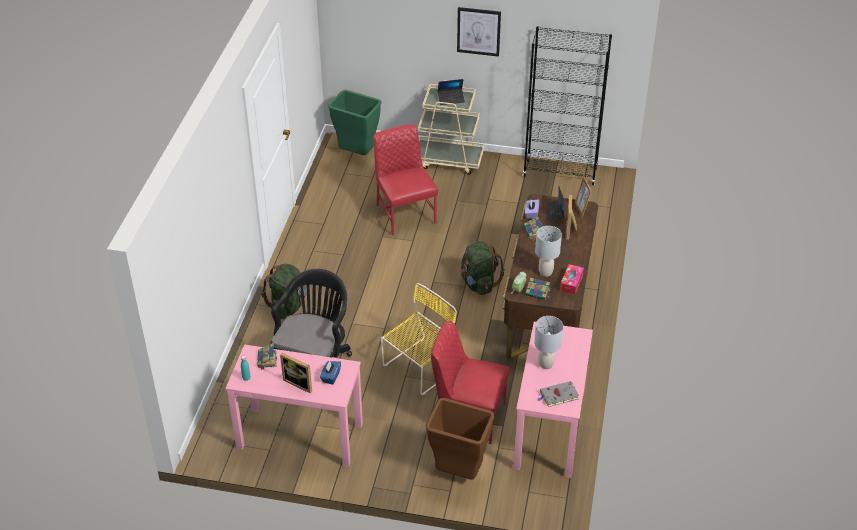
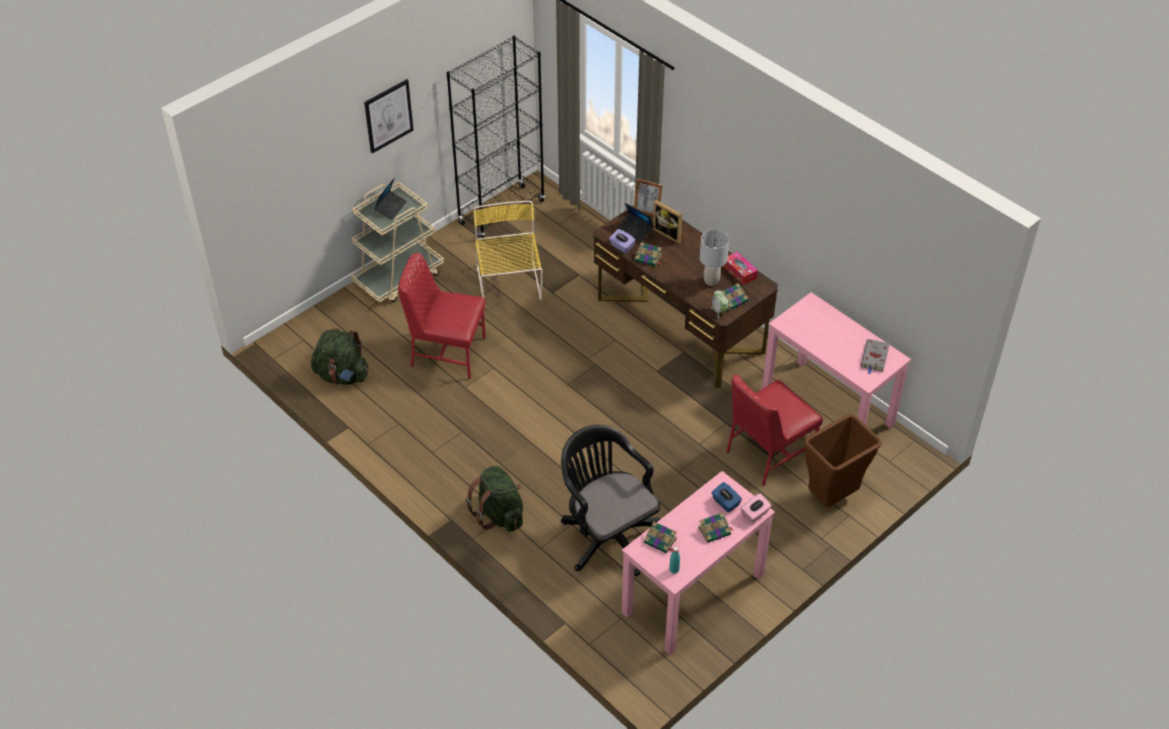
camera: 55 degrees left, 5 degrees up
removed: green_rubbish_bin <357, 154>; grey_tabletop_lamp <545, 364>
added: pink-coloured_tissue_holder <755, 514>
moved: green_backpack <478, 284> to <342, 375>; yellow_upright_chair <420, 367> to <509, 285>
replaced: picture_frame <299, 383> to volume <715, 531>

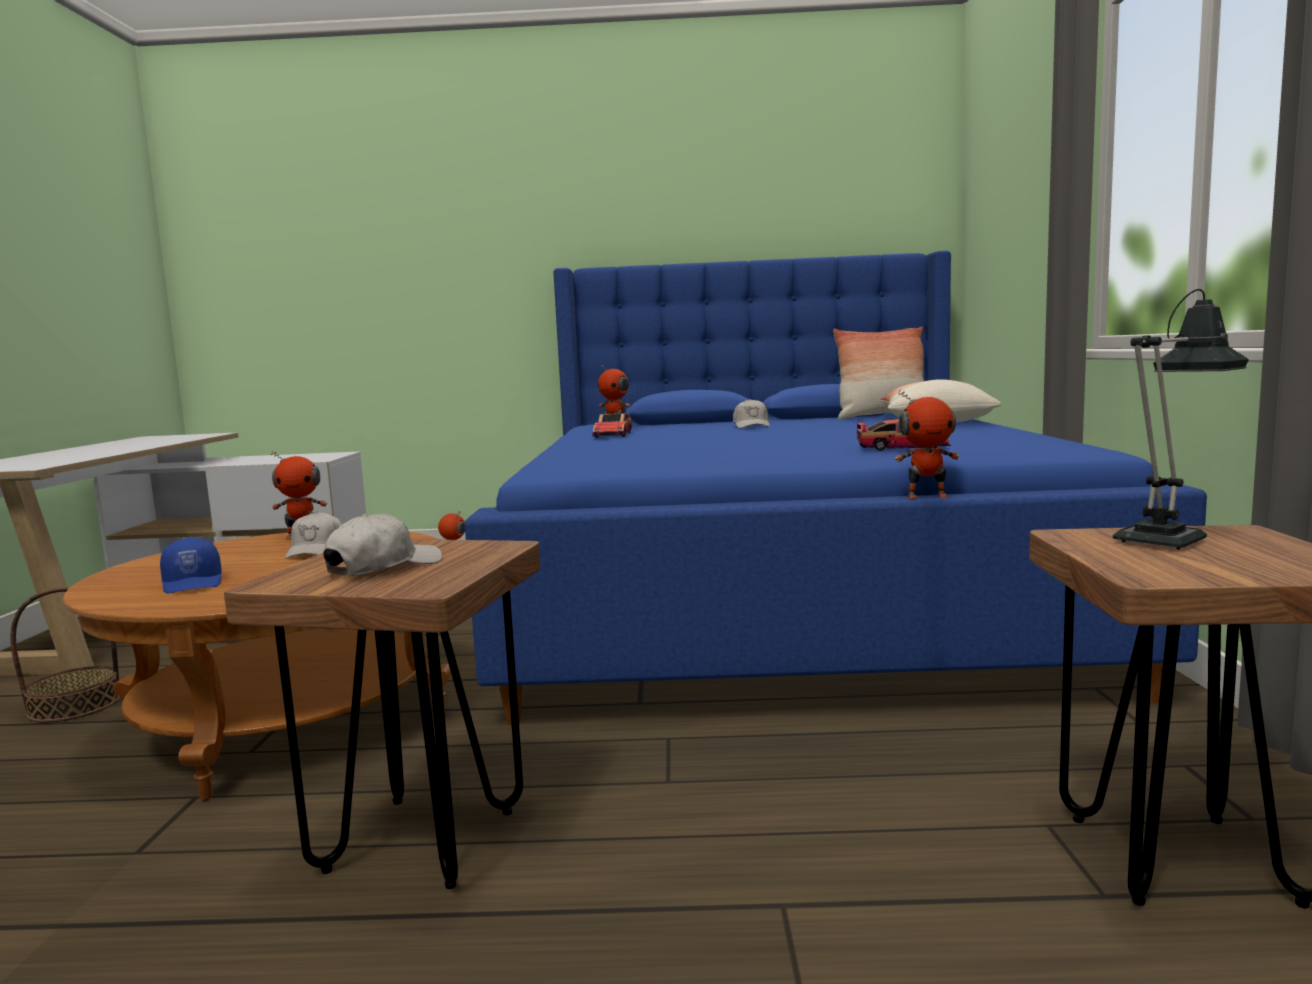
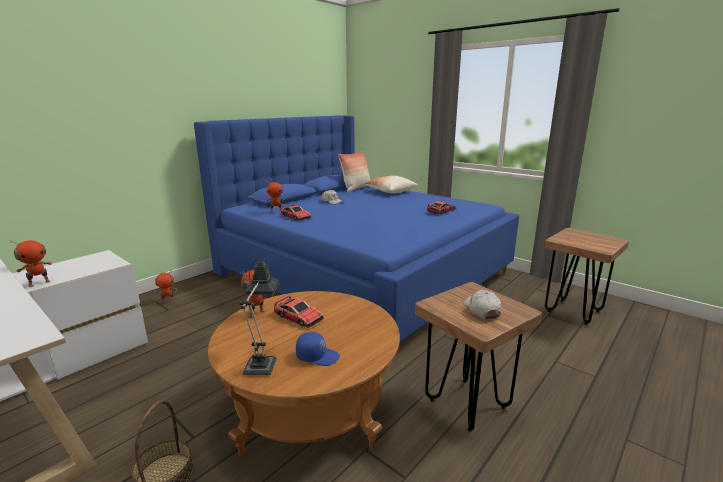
camera: 50 degrees left, 10 degrees up
moved: tabletop_lamp <1167, 538> to <262, 362>; robot_figure <926, 496> to <39, 283>
replaced: white_peaked_cap <316, 550> to toy_car <299, 317>

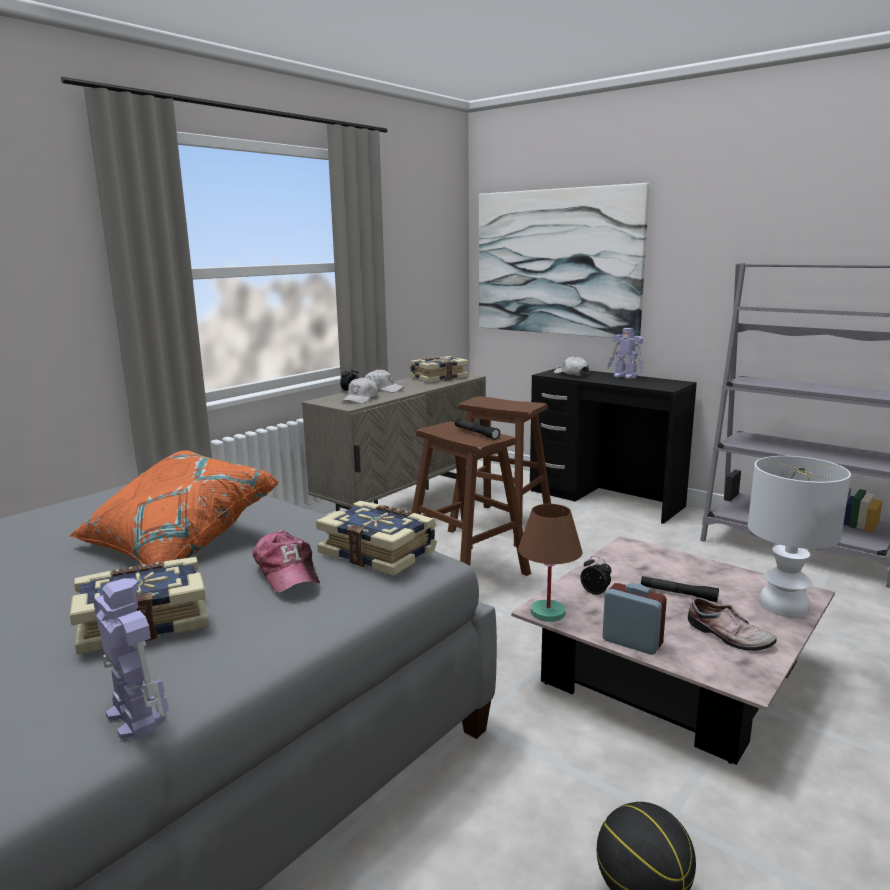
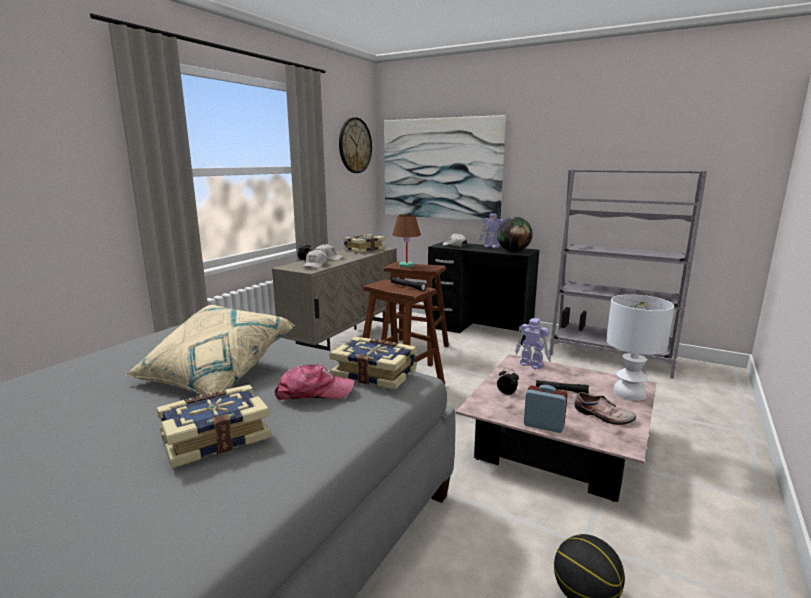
camera: 10 degrees left, 0 degrees up
added: clock_on_the_wall <355, 145>; globe <513, 251>
moved: brownish_tabletop_lamp <547, 613> to <406, 265>; robot_figure <136, 716> to <531, 364>
recoloured: orangey_cushion <176, 543> to sand-coloured_cushion <213, 376>
turned: peaked_cap <287, 572> = <314, 392> 60 degrees counterclockwise

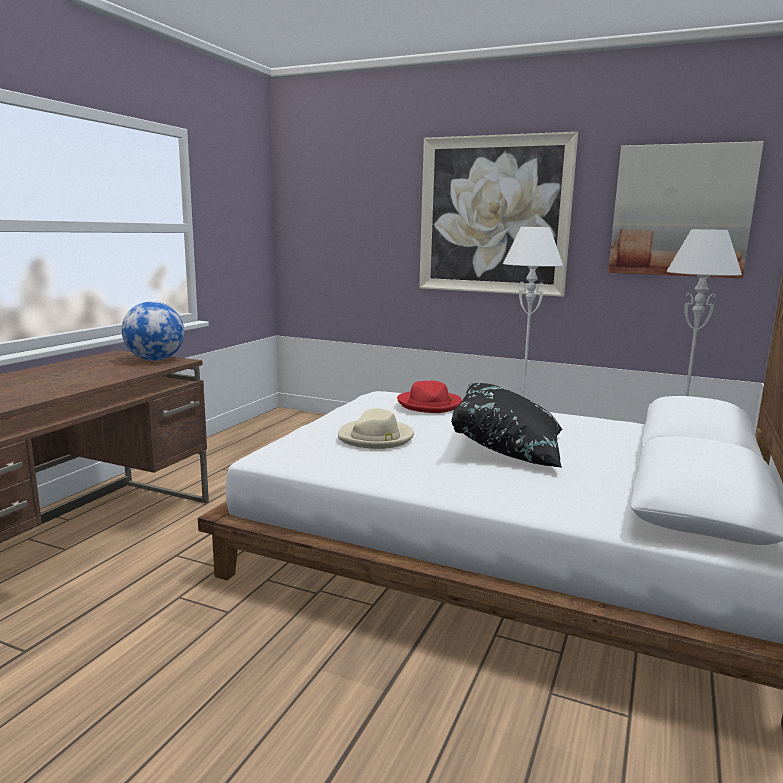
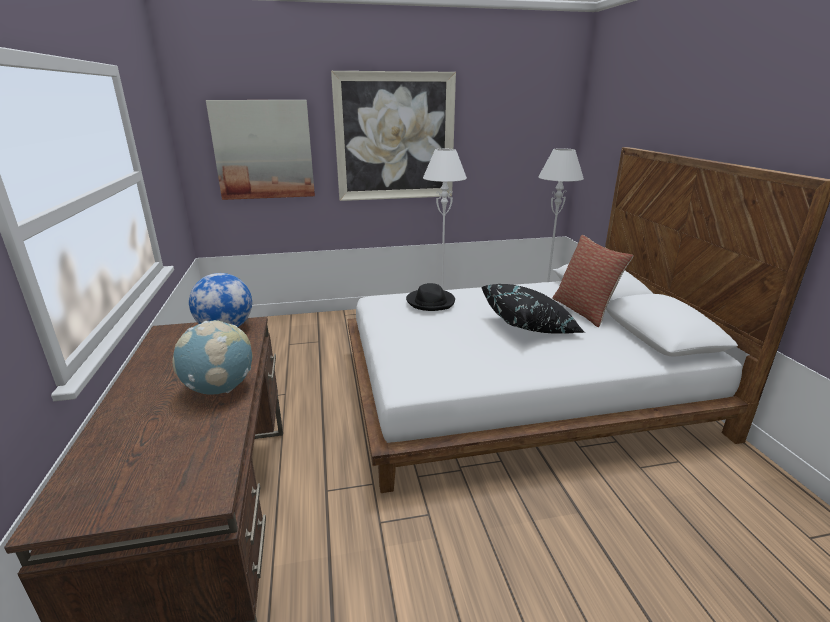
camera: 35 degrees left, 10 degrees up
removed: sand-coloured_wearable_hat <376, 437>
added: cushion <584, 310>; globe <220, 388>
moved: wall_art <681, 211> to <263, 150>
recoloured: reddish_wearable_hat <429, 404> to black_wearable_hat <430, 302>

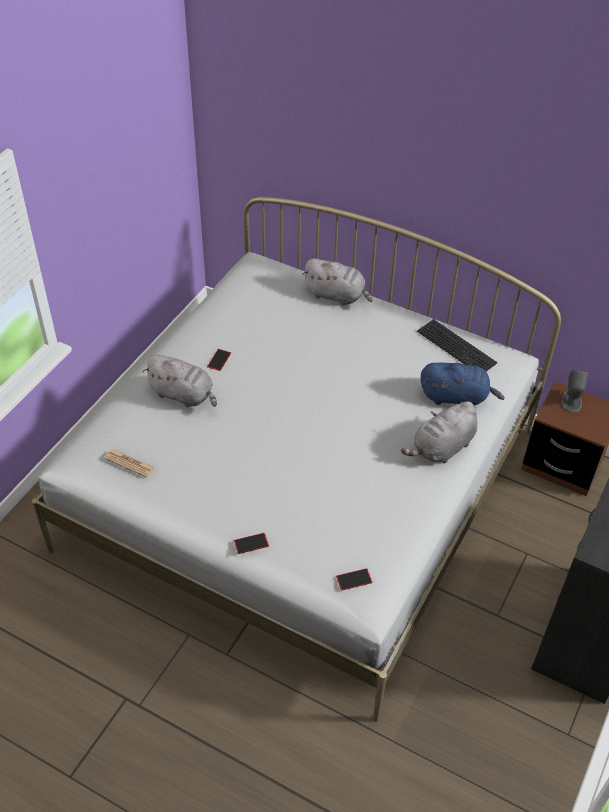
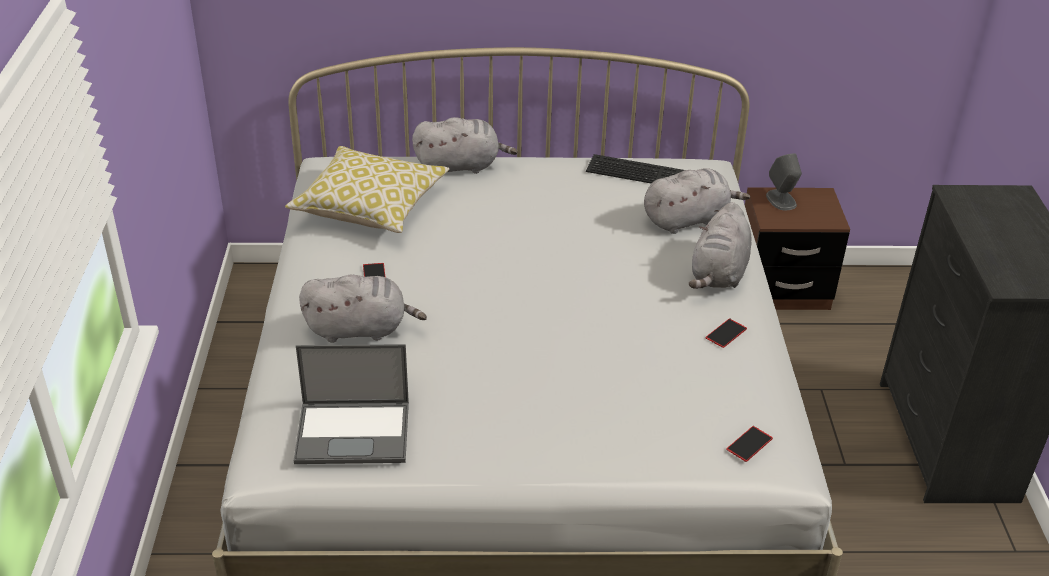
camera: 30 degrees left, 10 degrees down
added: cushion <370, 206>
moved: telephone <251, 543> to <726, 333>
replaced: newspaper <129, 463> to notebook_computer <354, 432>
recoloured: blue-coloured_soft_toy <456, 397> to grey_soft_toy <688, 219>

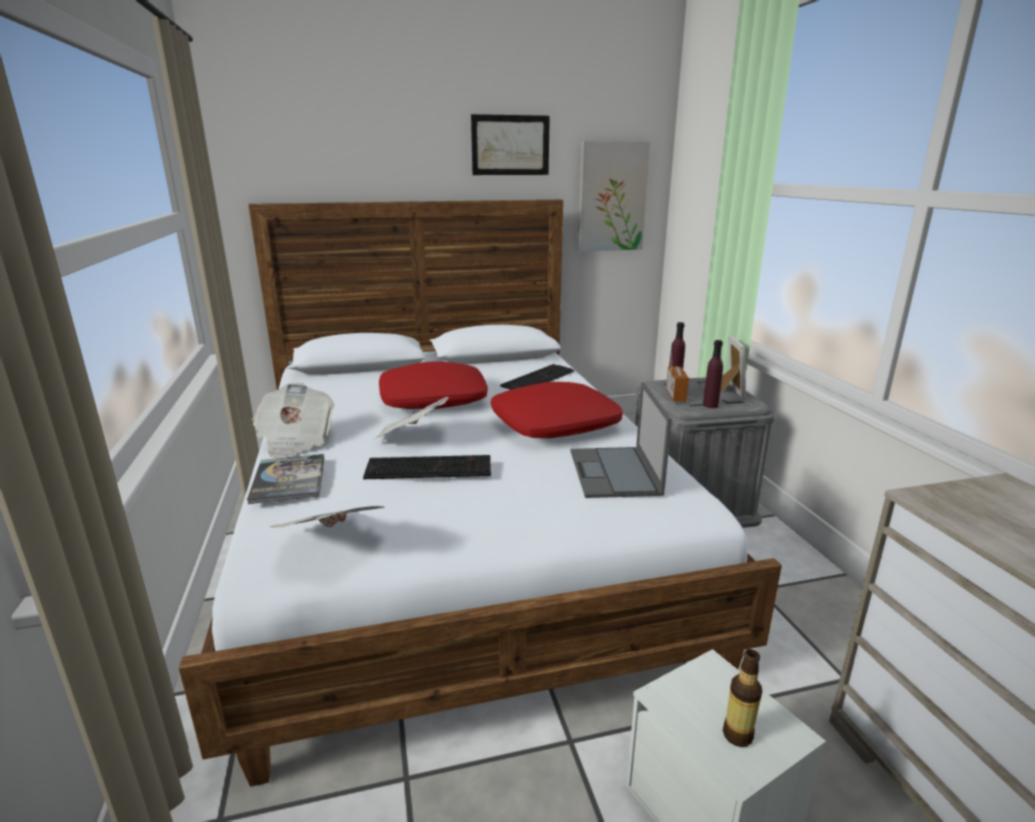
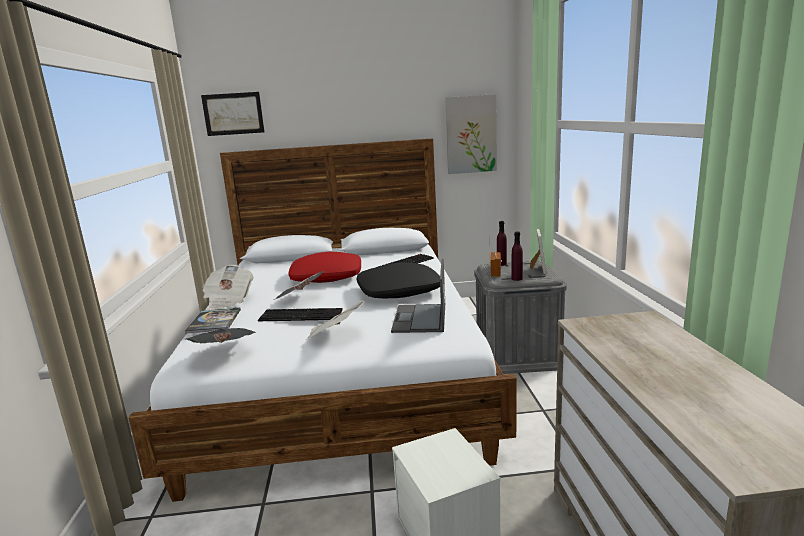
camera: 10 degrees right, 5 degrees down
removed: drink_bottle <737, 735>
added: newspaper <335, 335>
moved: wall_art <510, 145> to <233, 114>
recoloured: reddish_cushion <554, 424> to black_cushion <399, 291>

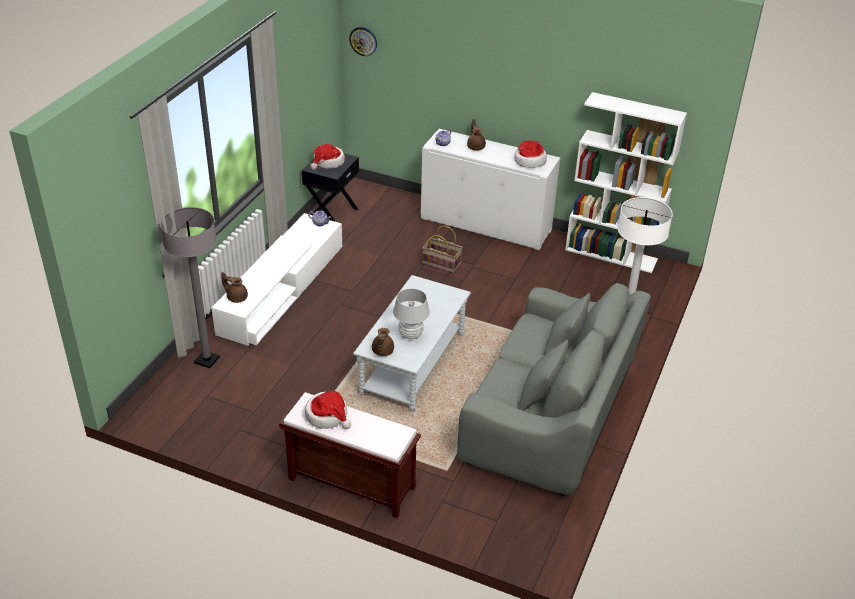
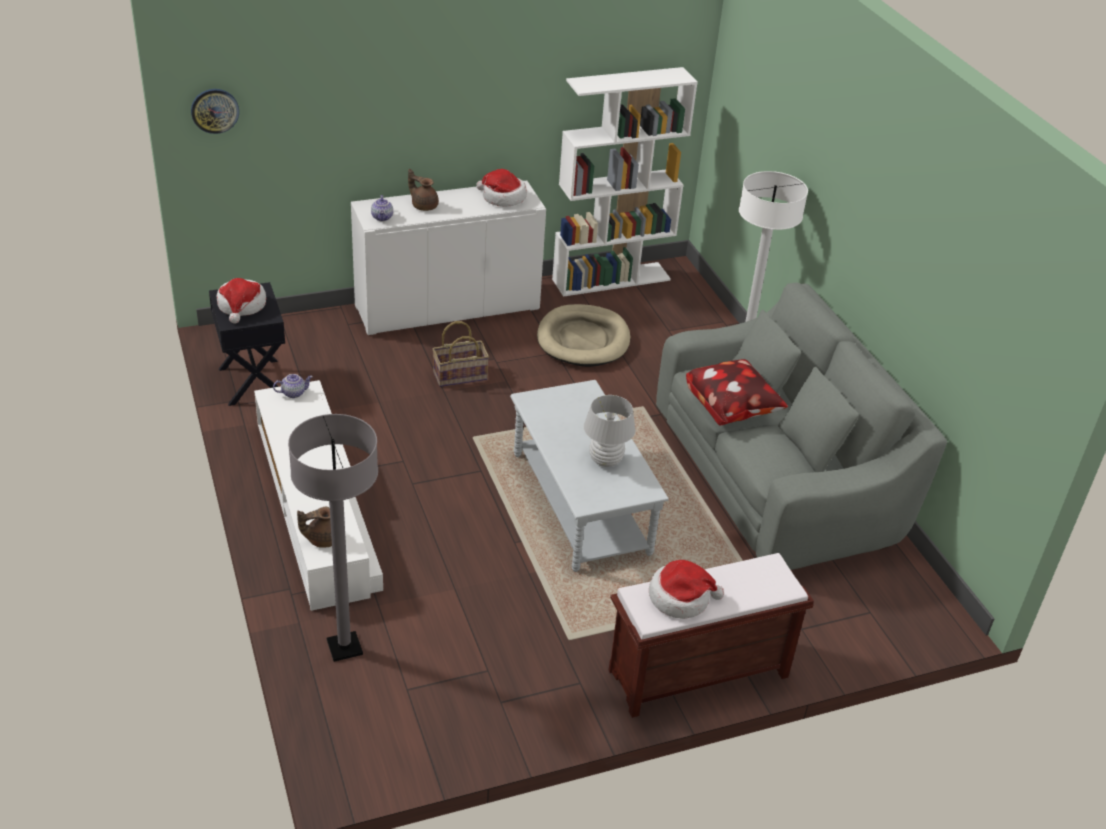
camera: 45 degrees left, 0 degrees up
removed: brownish_teapot <382, 351>
added: sand-coloured_dog_cushion <583, 340>; cushion <731, 409>

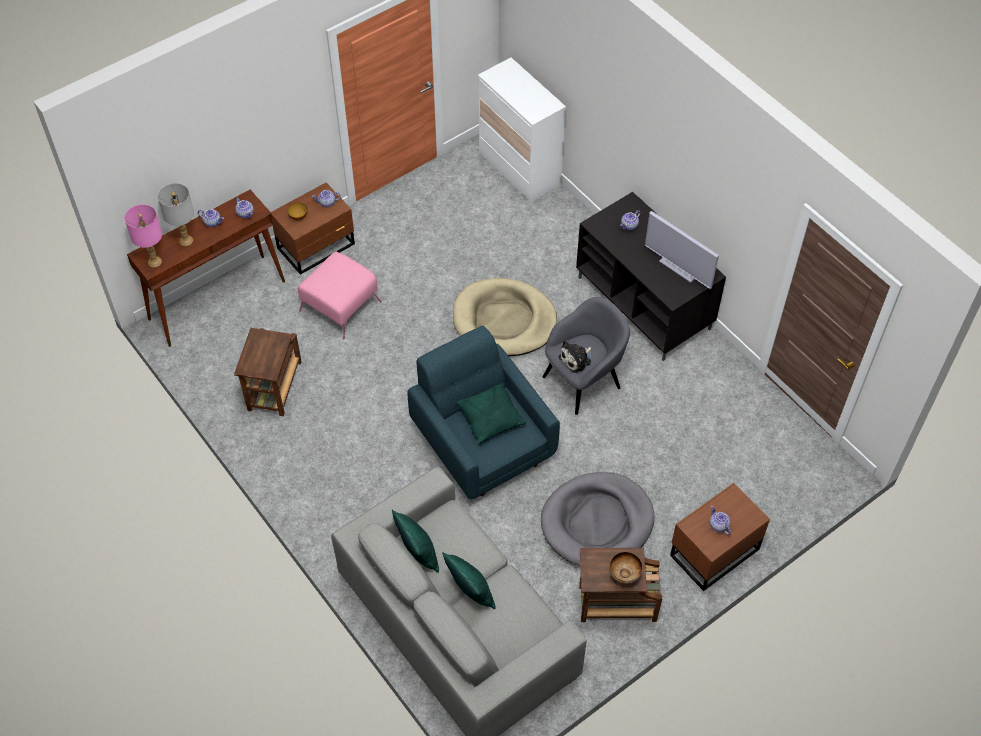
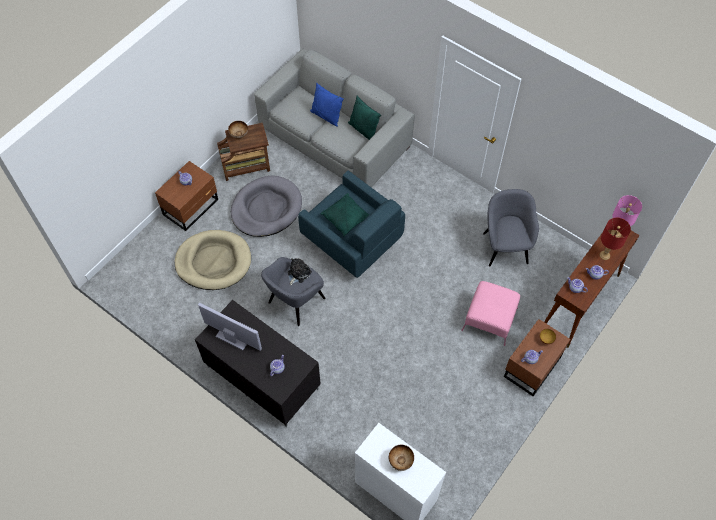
camera: 165 degrees right, 5 degrees up
added: serving_bowl <400, 461>
moved: sand-coloured_dog_cushion <504, 320> to <213, 262>
replaced: brownish_accent_table <274, 388> to grey_lounge_chair <505, 246>
recoloured: grey_tabletop_lamp <186, 241> to reddish_tabletop_lamp <604, 255>; green_cushion <471, 592> to blue-coloured_cushion <326, 116>

